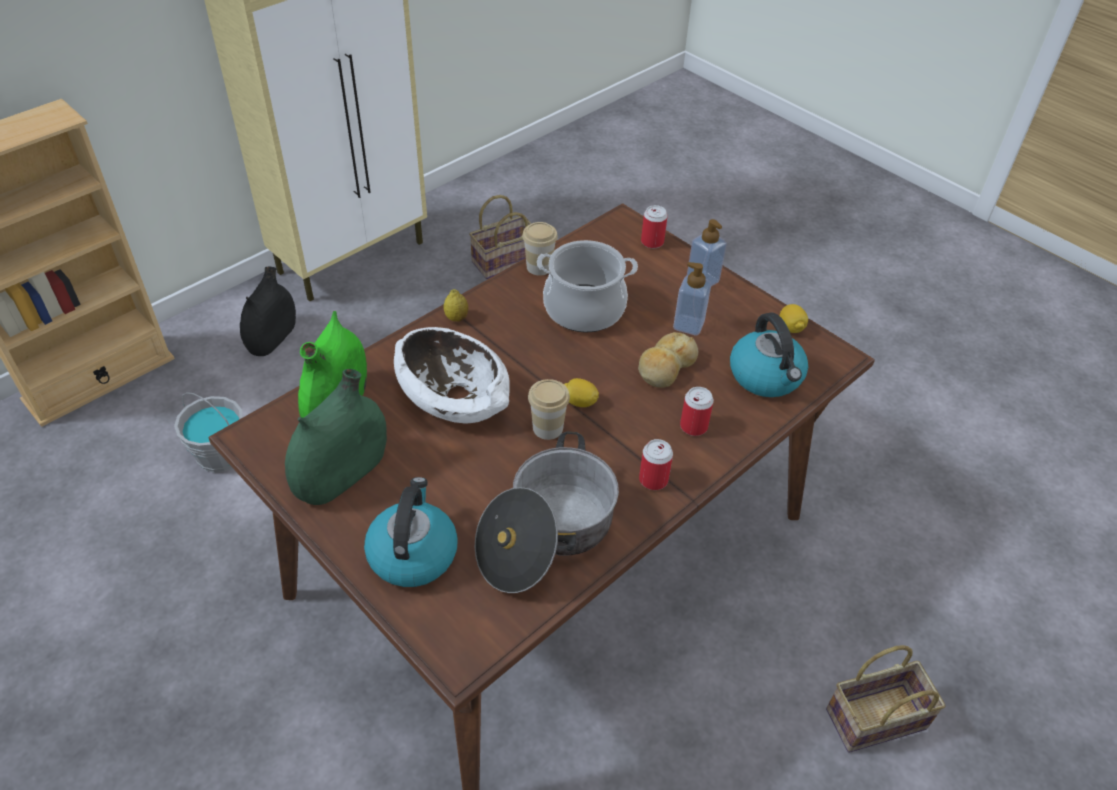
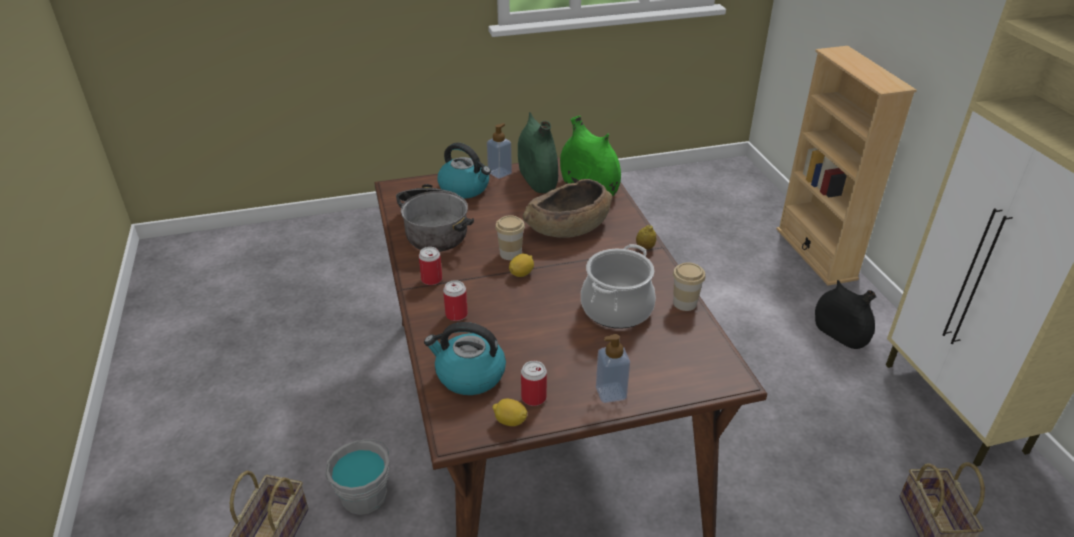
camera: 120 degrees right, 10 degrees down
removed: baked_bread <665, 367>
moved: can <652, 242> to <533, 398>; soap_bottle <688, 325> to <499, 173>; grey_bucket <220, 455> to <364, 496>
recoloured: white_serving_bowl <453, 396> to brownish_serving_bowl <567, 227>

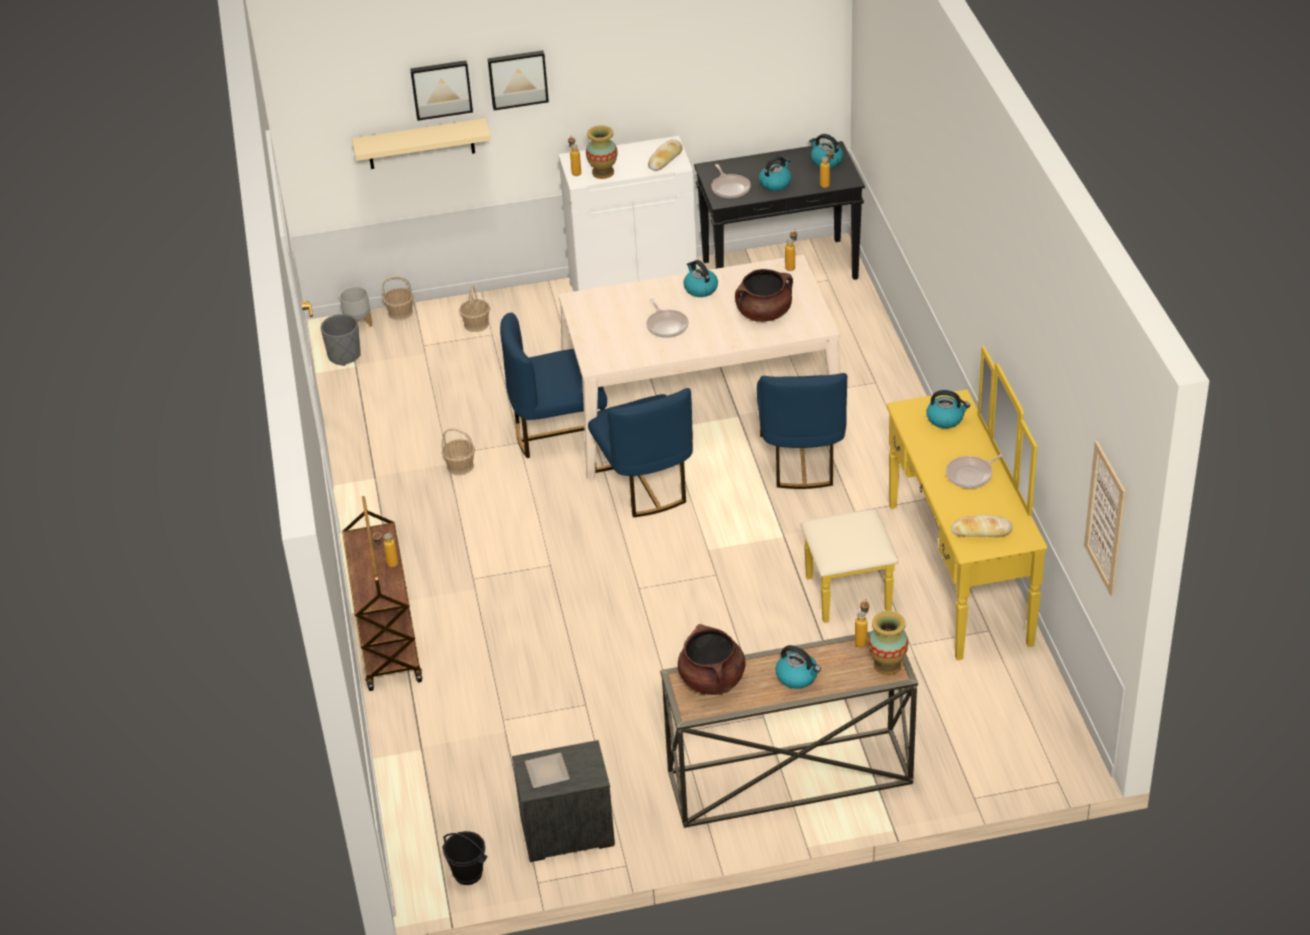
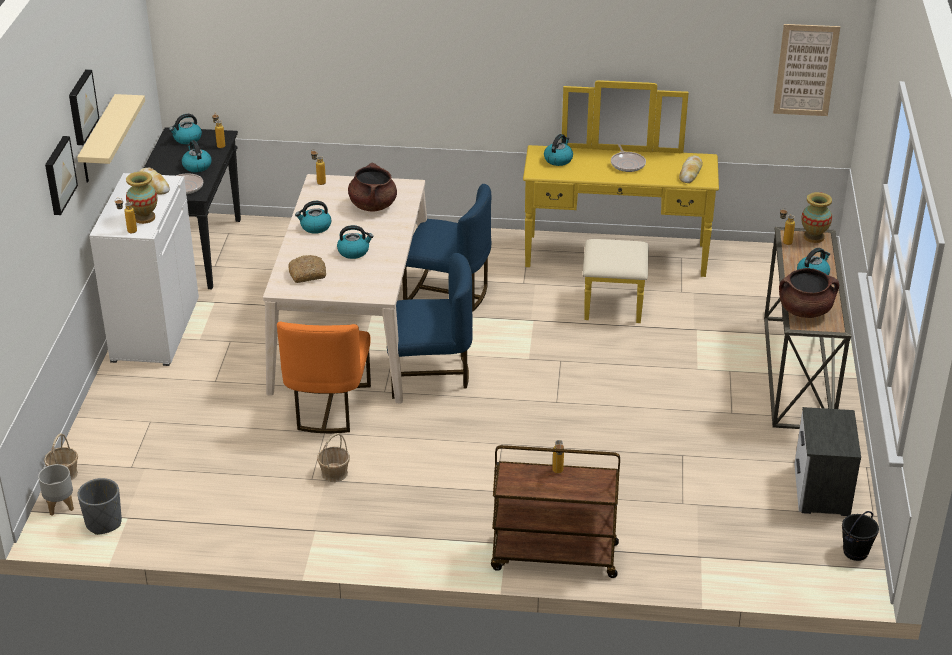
camera: 75 degrees left, 5 degrees down
removed: household_basket <476, 324>; flat_dish <548, 771>
added: baked_bread <308, 274>
moved: wall_art <441, 88> to <81, 107>; sand-coloured_bracket_shelf <421, 144> to <99, 140>
replaced: frying_pan <666, 325> to water_kettle <354, 251>
recoloured: blue-coloured_upright_chair <559, 433> to orangey_upright_chair <328, 407>

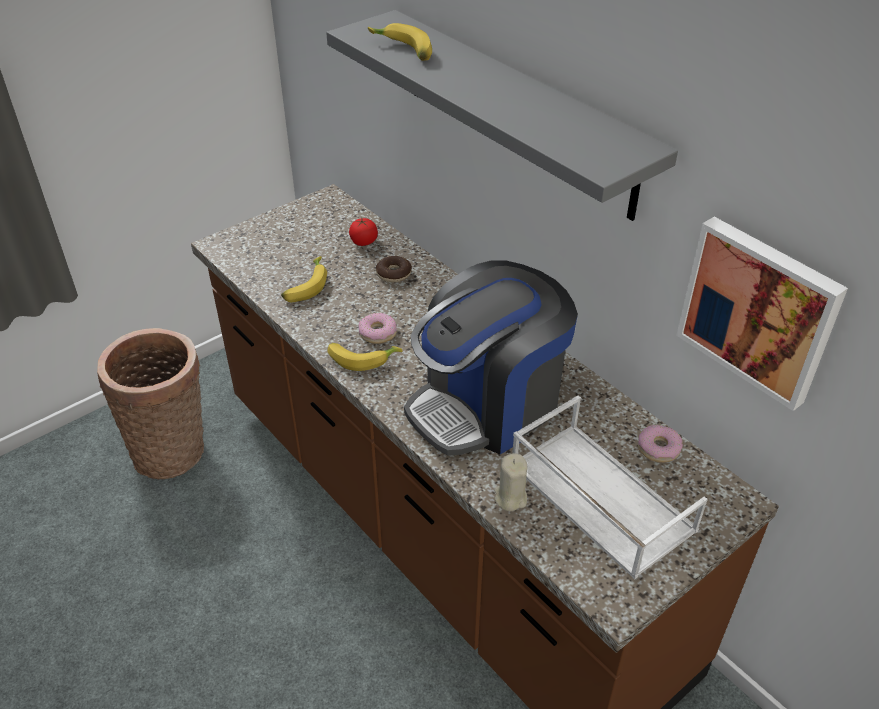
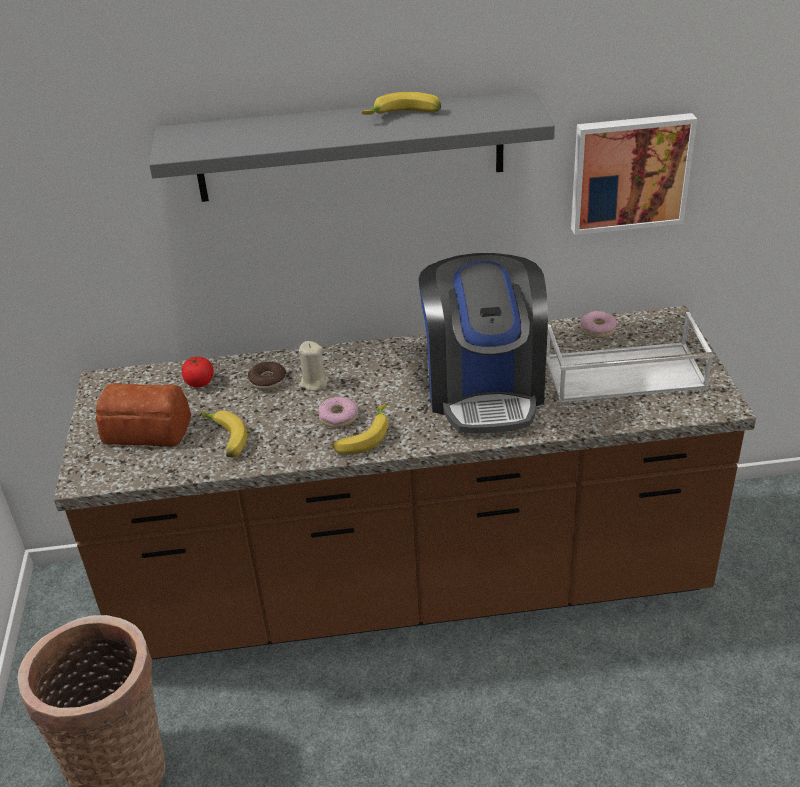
camera: 55 degrees left, 5 degrees down
added: baked_bread <148, 430>
moved: banana_fruit <402, 51> to <404, 116>; sand-coloured_wax_candle <510, 497> to <313, 383>

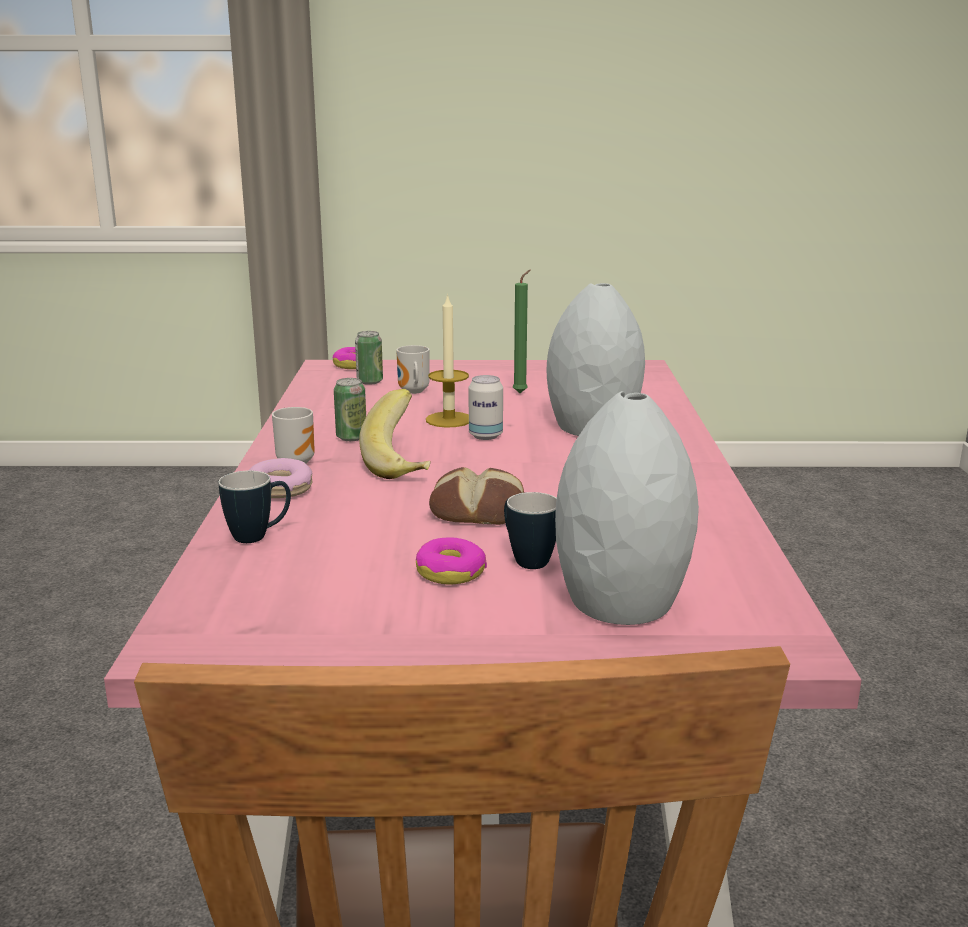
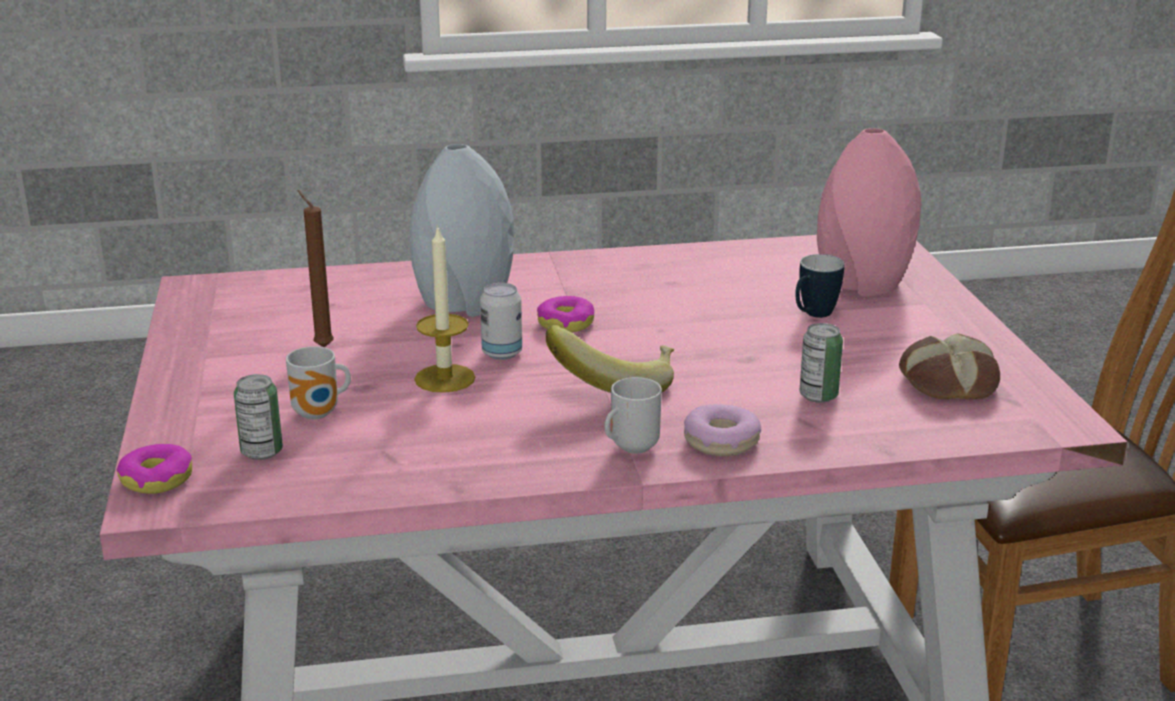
camera: 100 degrees left, 5 degrees up
removed: mug <259, 536>
moved: can <351, 437> to <818, 396>; baked_bread <478, 509> to <947, 381>; ring_doughnut <451, 572> to <566, 323>
recoloured: green_wax_candle <521, 392> to brownish_wax_candle <321, 346>; grey_vase <618, 603> to pink-coloured_vase <862, 284>

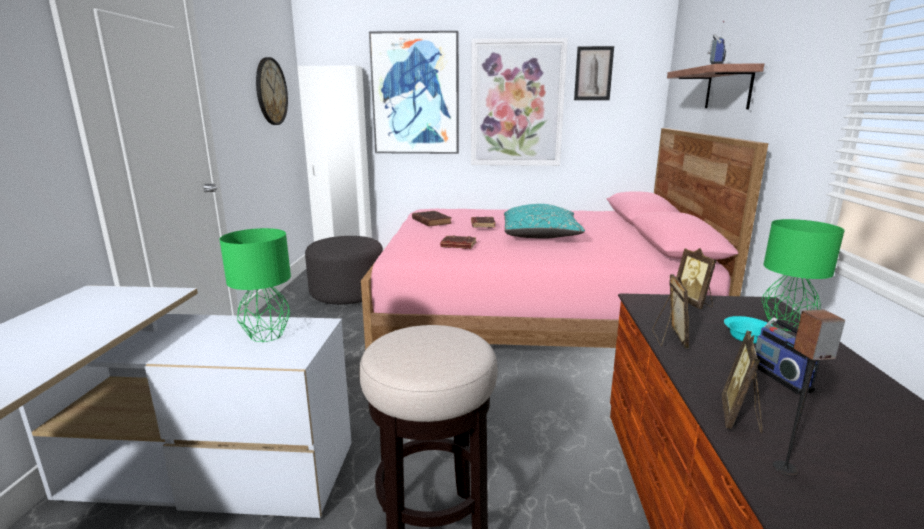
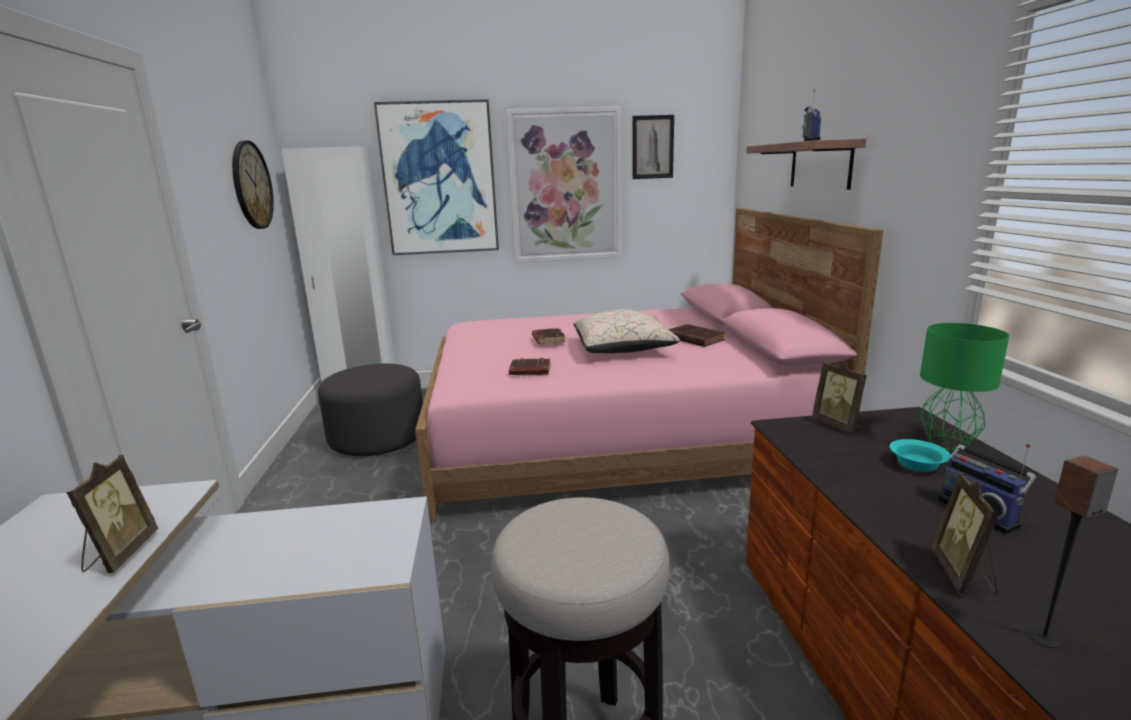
camera: 10 degrees left, 0 degrees up
removed: green_tabletop_lamp <266, 335>
moved: brownish_volume <431, 221> to <693, 338>; picture_frame <668, 339> to <120, 554>
recoloured: turquoise_cushion <540, 236> to sand-coloured_cushion <623, 349>

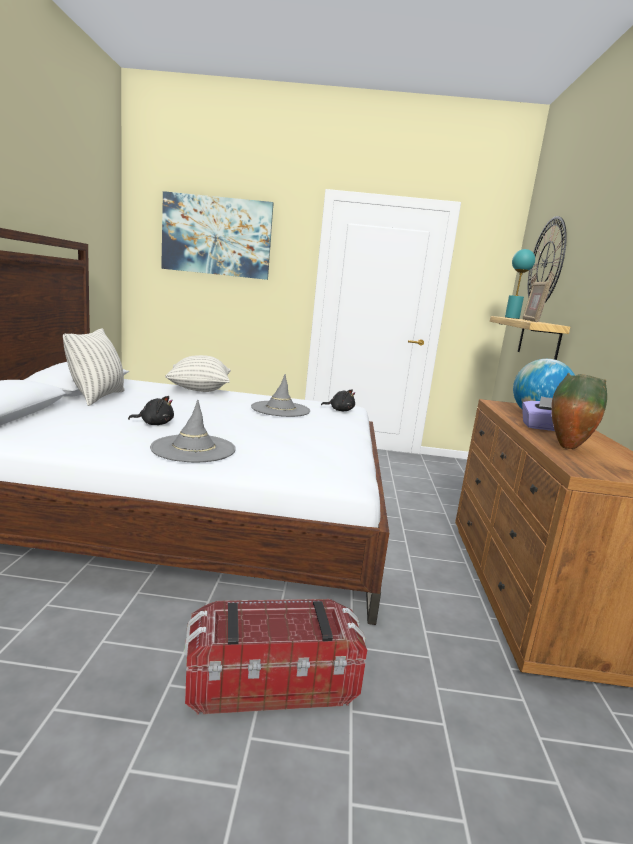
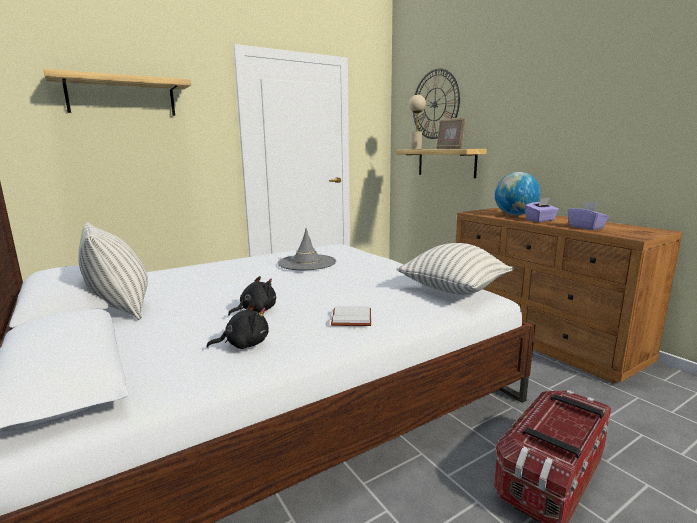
camera: 35 degrees left, 0 degrees up
moved: cushion <199, 390> to <453, 291>; black_soft_toy <340, 410> to <244, 344>
replaced: wall_art <216, 236> to bracket_shelf <122, 97>; vase <567, 447> to purple-coloured_tissue_holder <586, 227>; grey_wearable_hat <193, 449> to white_volume <350, 318>
recoloured: turquoise_tabletop_lamp <512, 318> to sand-coloured_tabletop_lamp <416, 149>

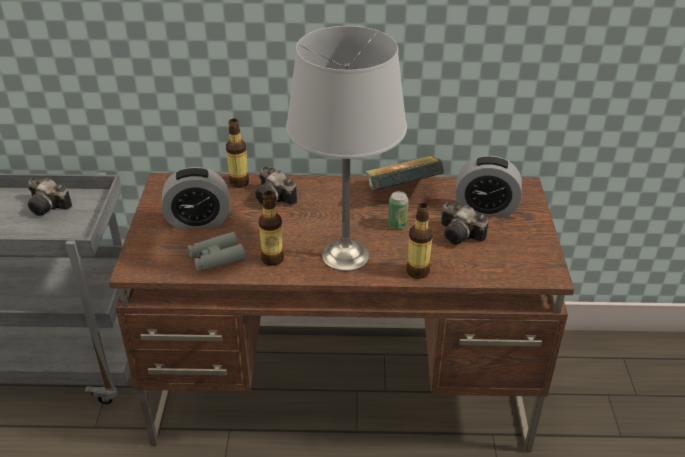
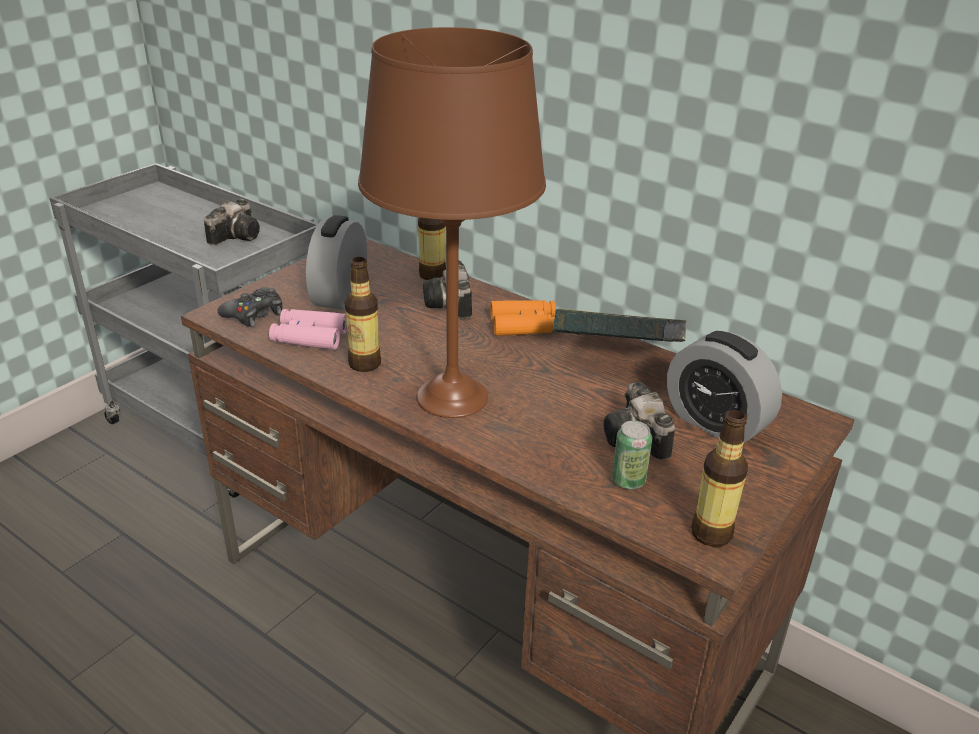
camera: 35 degrees right, 5 degrees down
added: black_gamepad <254, 314>; orangey_field_glasses <524, 325>
moved: can <397, 225> to <628, 481>; drink_bottle <417, 271> to <711, 533>
recoloured: grey_tabletop_lamp <345, 256> to brownish_tabletop_lamp <451, 397>; grey_field_glasses <216, 257> to pink-coloured_field_glasses <309, 337>
turned: bedside_clock <198, 220> = <340, 295> 75 degrees clockwise; still_camera <50, 206> = <238, 235> 120 degrees counterclockwise

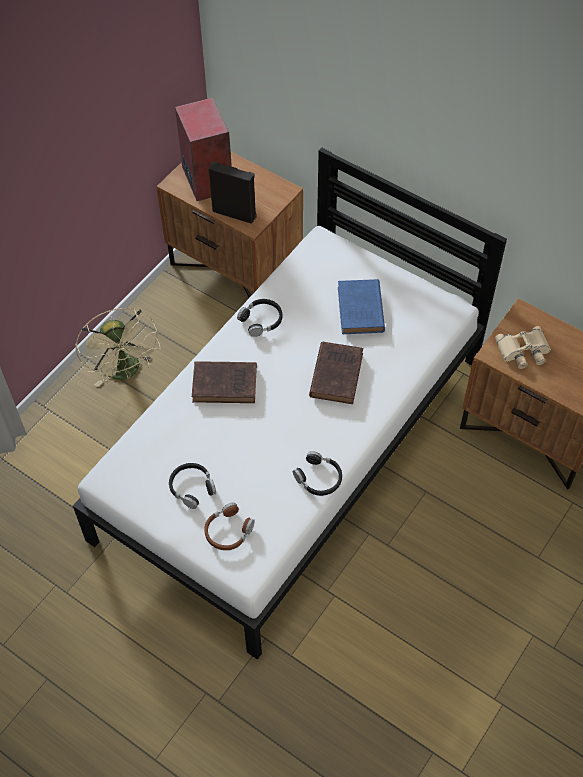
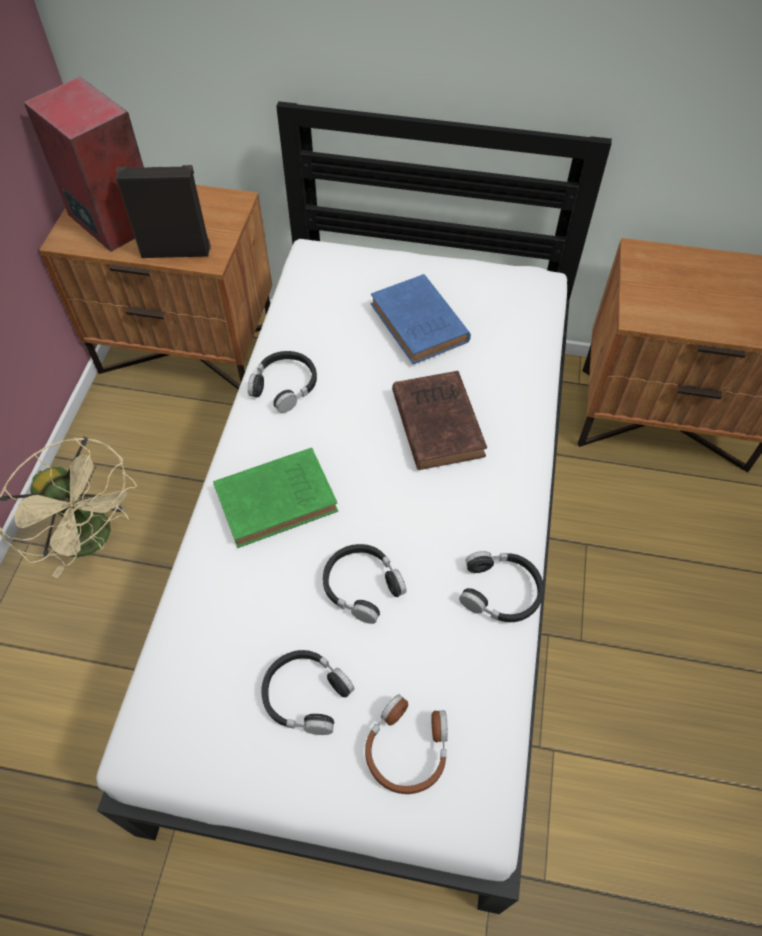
camera: 25 degrees left, 0 degrees up
removed: sand-coloured_field_glasses <523, 351>
added: black_headphones <362, 586>
recoloured: brownish_volume <226, 384> to green_volume <279, 499>

